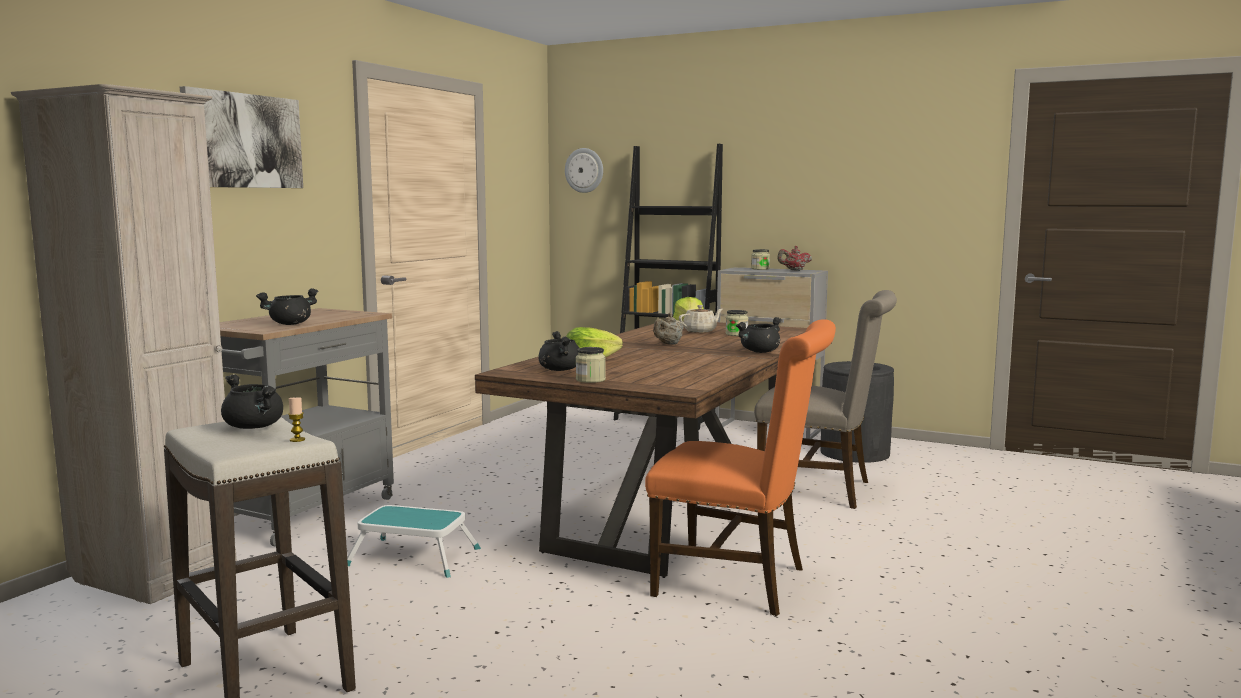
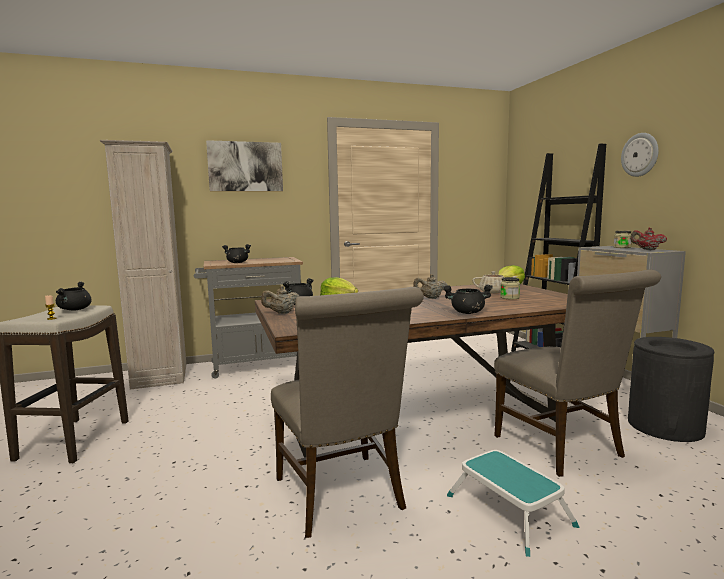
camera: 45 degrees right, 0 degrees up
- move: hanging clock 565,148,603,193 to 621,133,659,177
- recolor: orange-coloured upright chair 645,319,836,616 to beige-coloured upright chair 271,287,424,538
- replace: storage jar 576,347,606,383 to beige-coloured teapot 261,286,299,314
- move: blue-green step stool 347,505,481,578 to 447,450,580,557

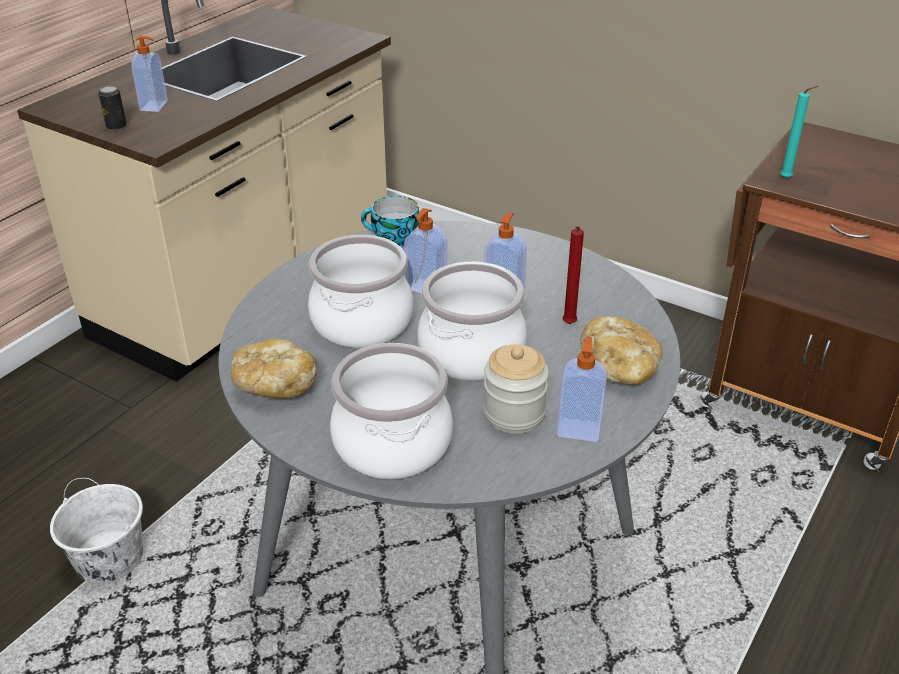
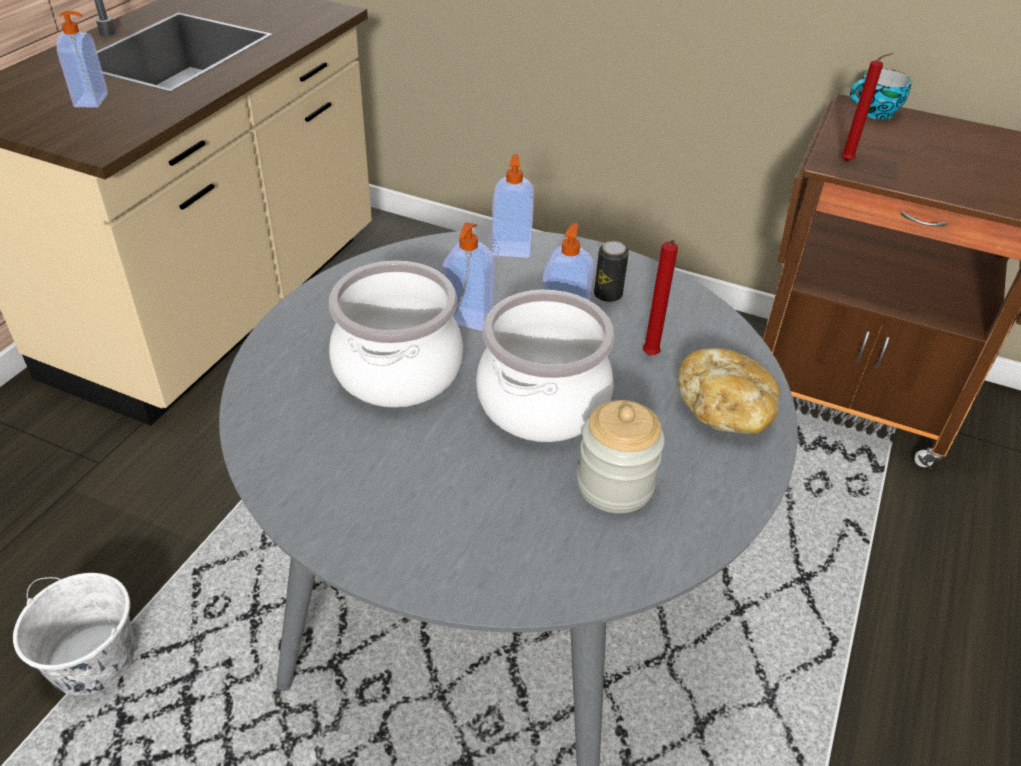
camera: 10 degrees left, 5 degrees up
- move: metal can 98,86,127,130 to 594,241,629,302
- recolor: blue-green candle 780,86,818,179 to red candle 841,53,894,161
- move: drinking cup 361,196,419,248 to 850,68,912,120
- move: liquid soap bottle 557,336,607,442 to 491,154,535,258
- delete: baked bread 231,339,317,399
- delete: saucepot 330,343,453,479

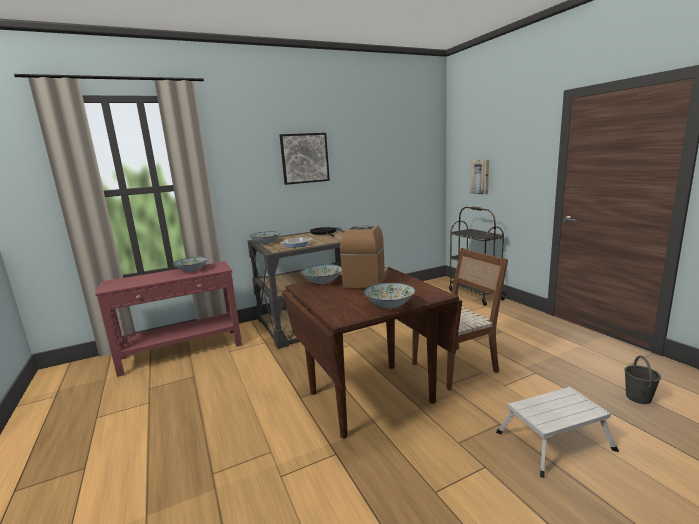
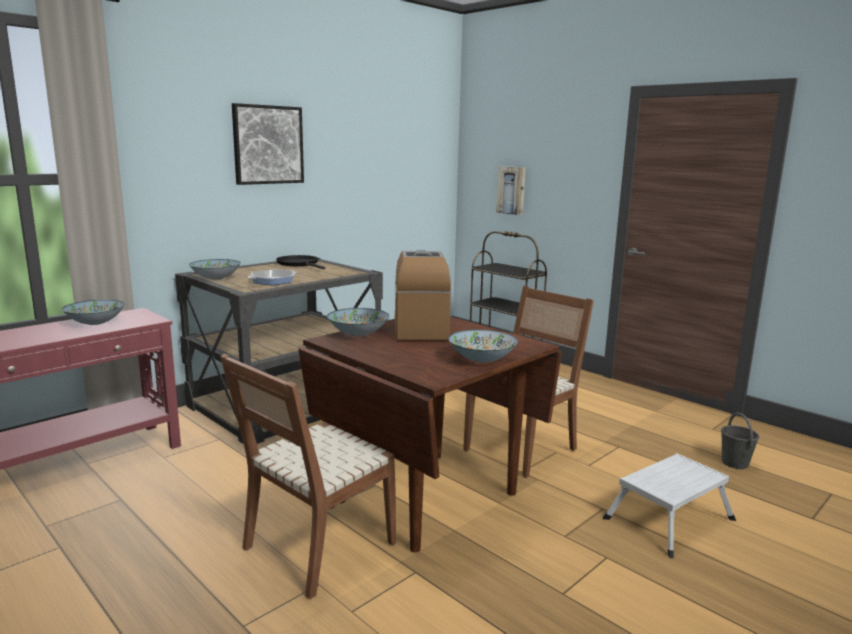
camera: 20 degrees left, 0 degrees up
- insert: upright chair 220,354,396,599

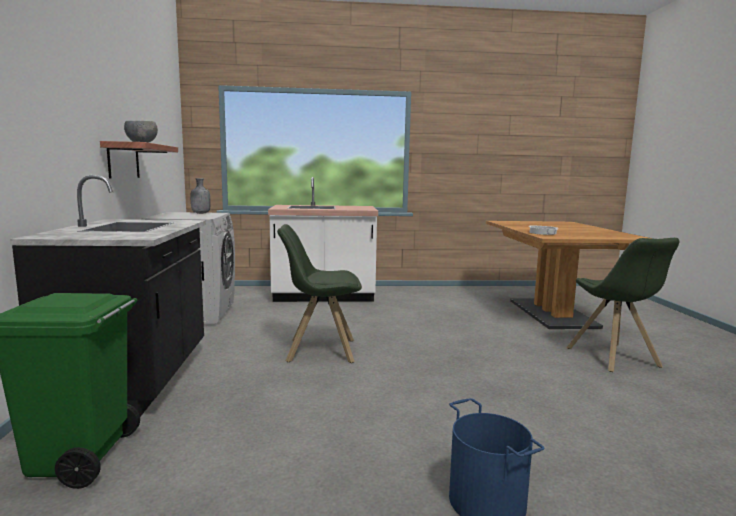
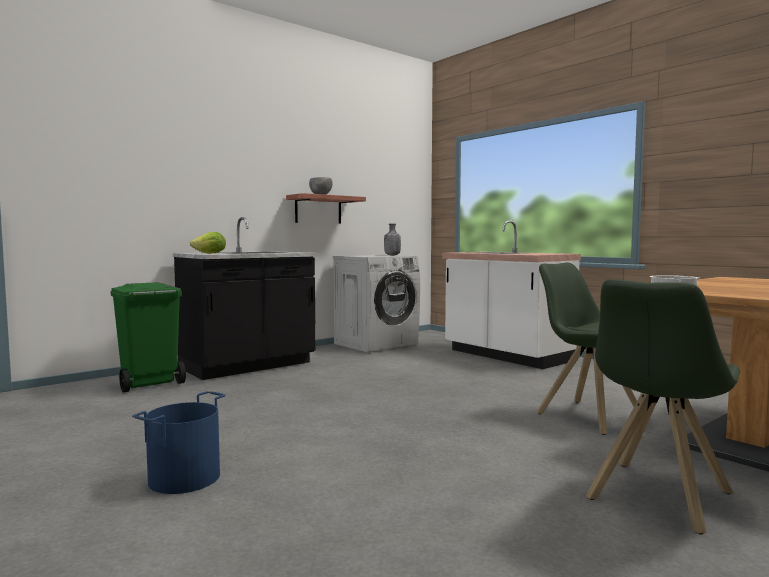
camera: 55 degrees right, 5 degrees down
- move: green upright chair 277,224,362,363 to 536,263,637,435
- insert: lettuce 190,232,226,254

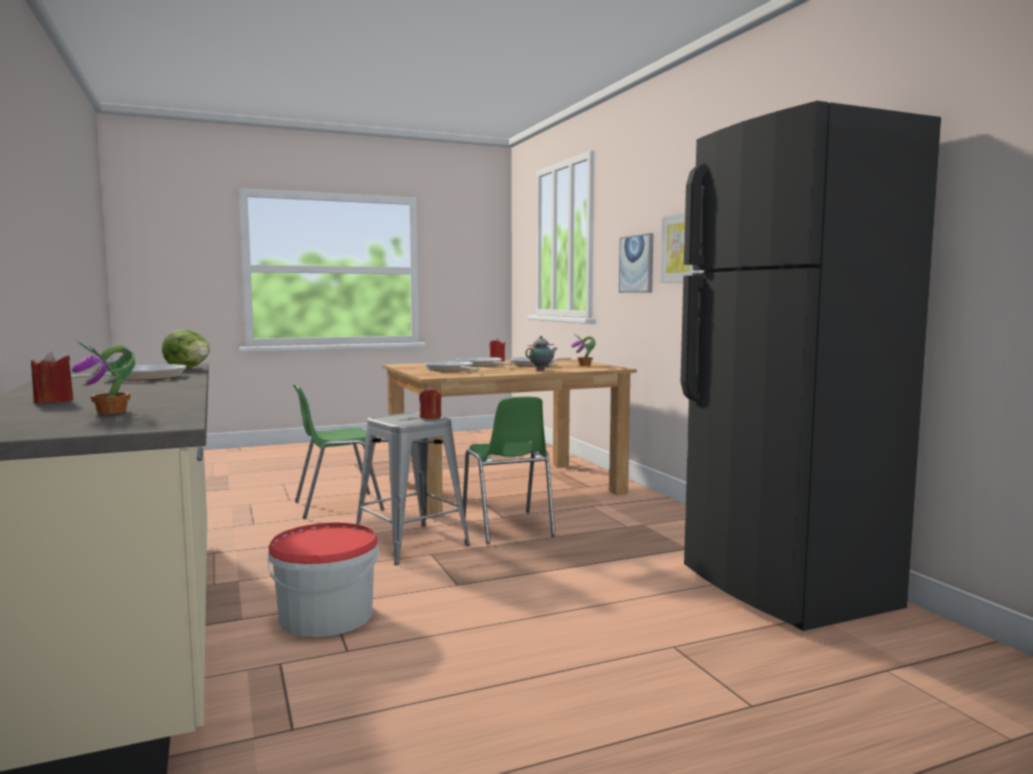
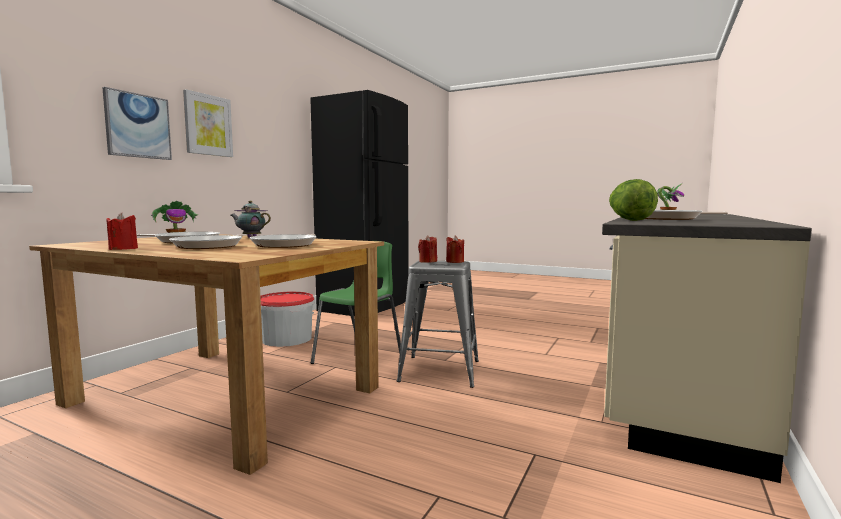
camera: 130 degrees left, 0 degrees up
- move: red candle 31,351,74,403 to 446,235,464,263
- delete: green upright chair 293,383,384,519
- move: bucket 267,522,379,637 to 260,292,315,347

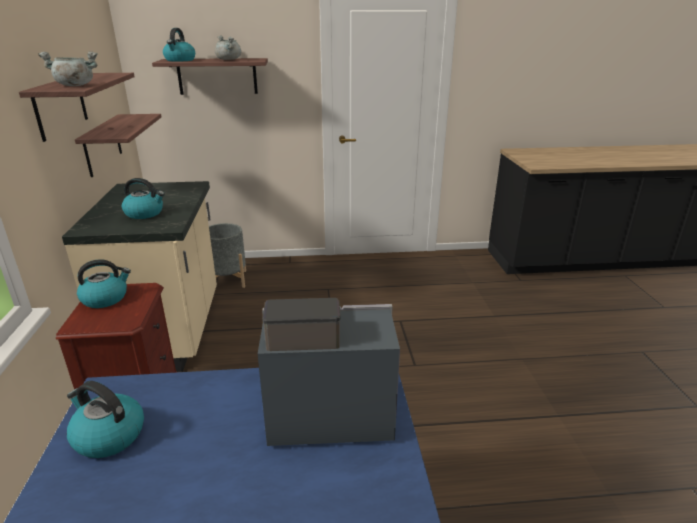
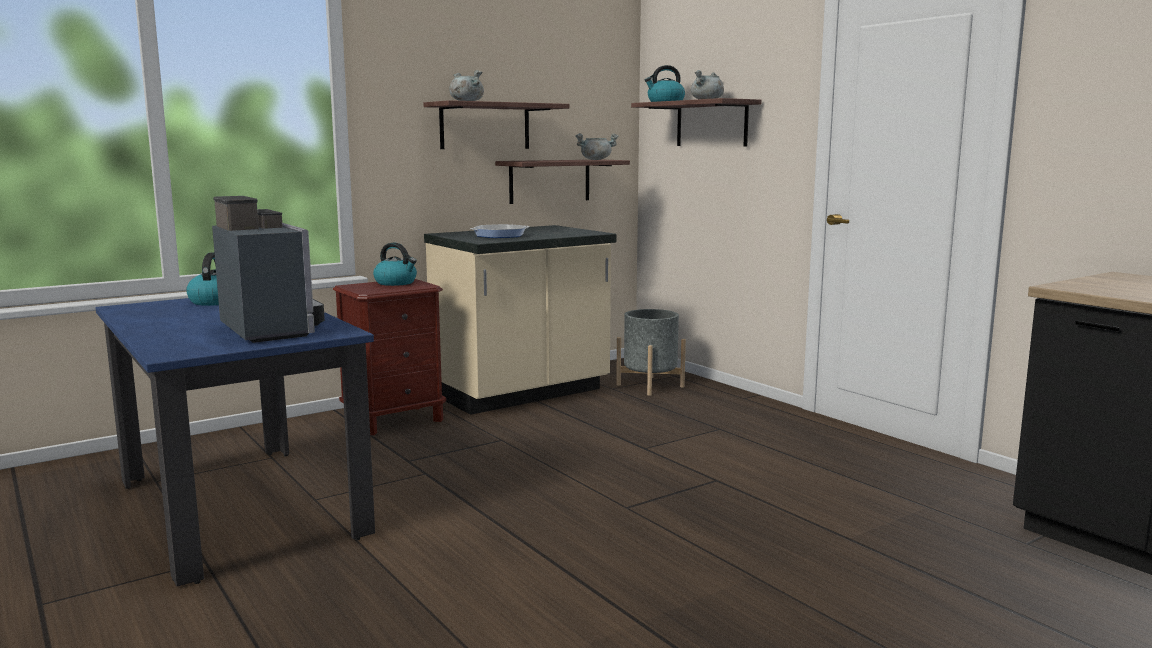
camera: 60 degrees right, 15 degrees down
- replace: tea kettle 122,178,165,219 to skillet 470,224,529,238
- insert: grey saucepot 575,133,619,160

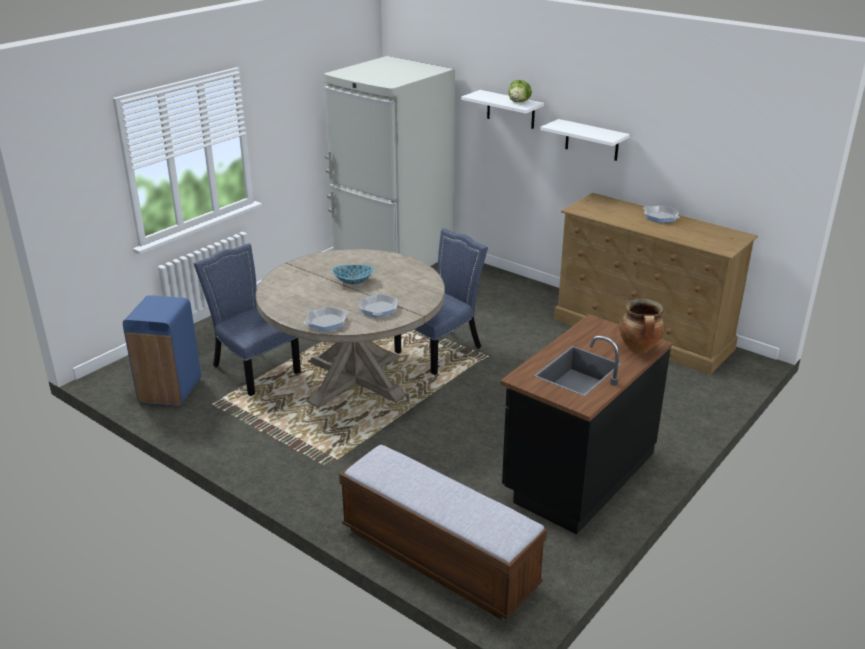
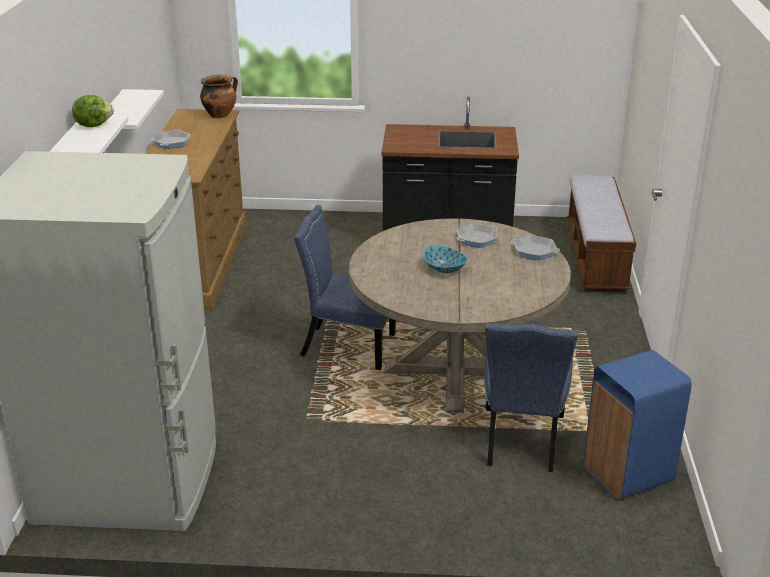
camera: 125 degrees left, 0 degrees up
- move: saucepot 619,299,665,353 to 200,74,238,118

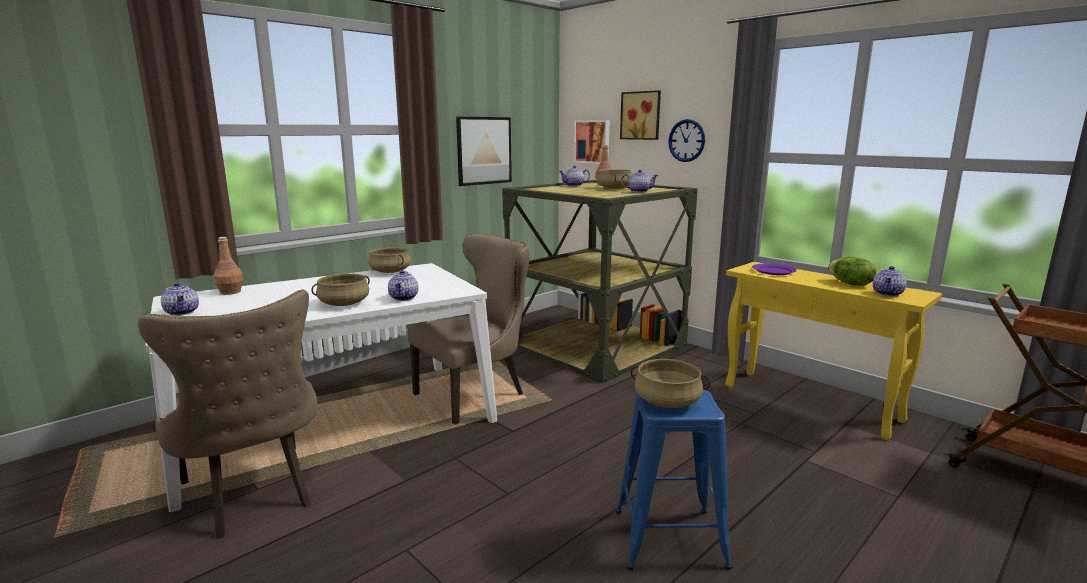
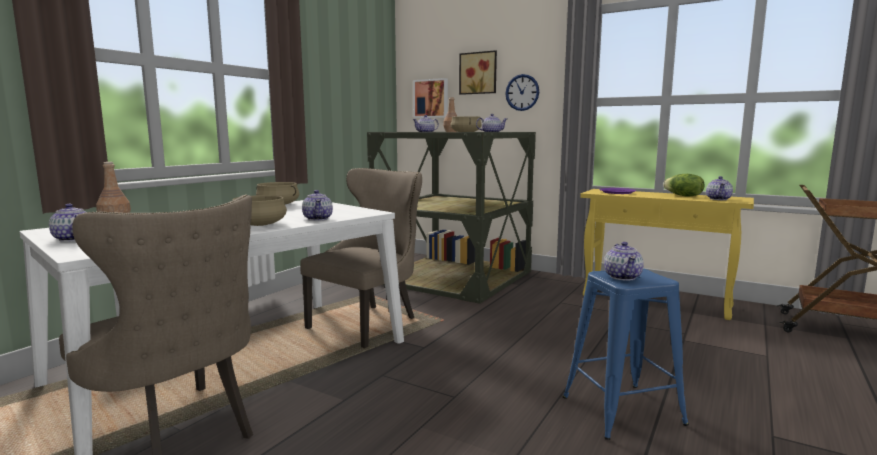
camera: 15 degrees left, 5 degrees down
- delete: wall art 456,117,512,186
- replace: beige-coloured saucepot 630,359,711,408 to teapot 604,242,644,281

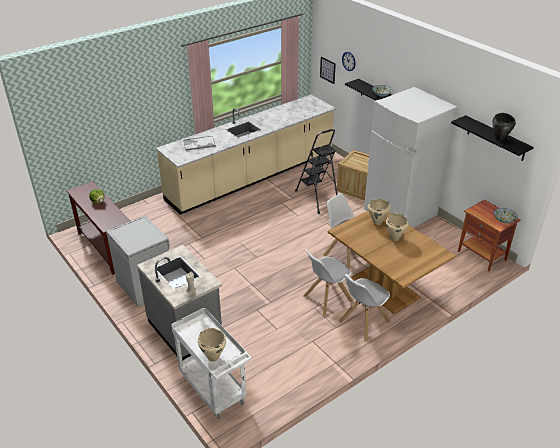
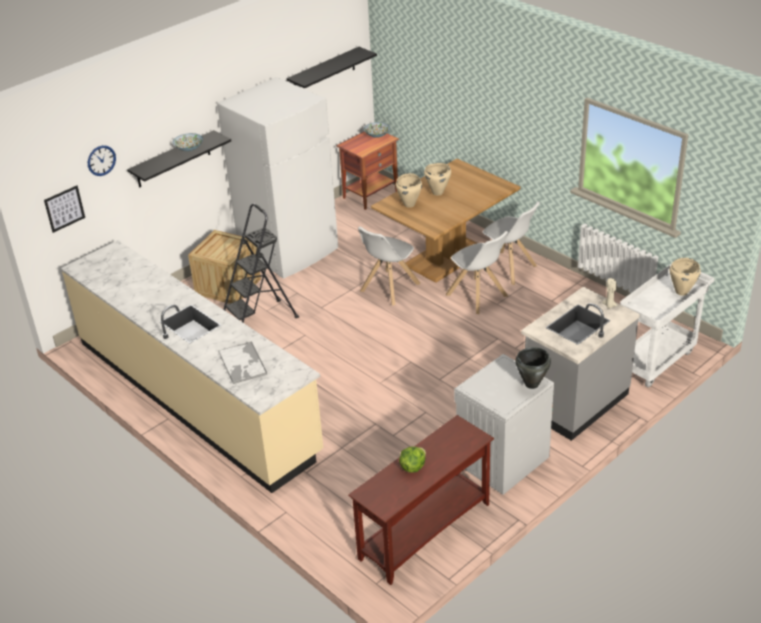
camera: 95 degrees left, 0 degrees up
- move: black saucepot 492,113,516,141 to 515,347,551,389

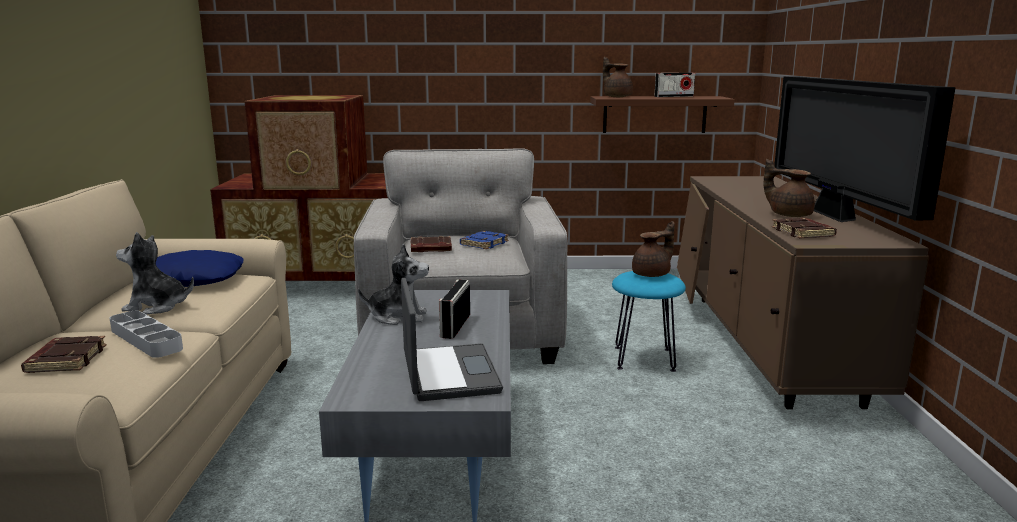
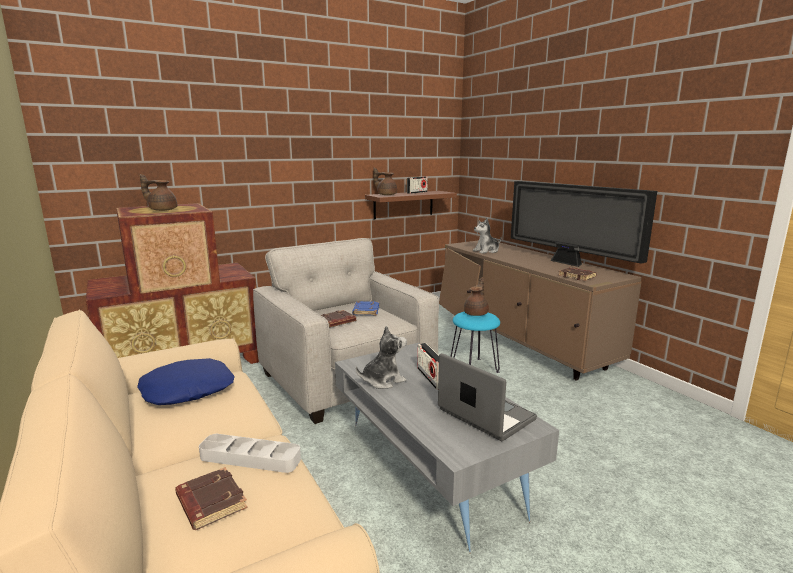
camera: 30 degrees left, 0 degrees up
- move: brownish teapot 764,159,815,217 to 140,174,177,211
- move: plush toy 116,232,194,314 to 473,218,501,253

